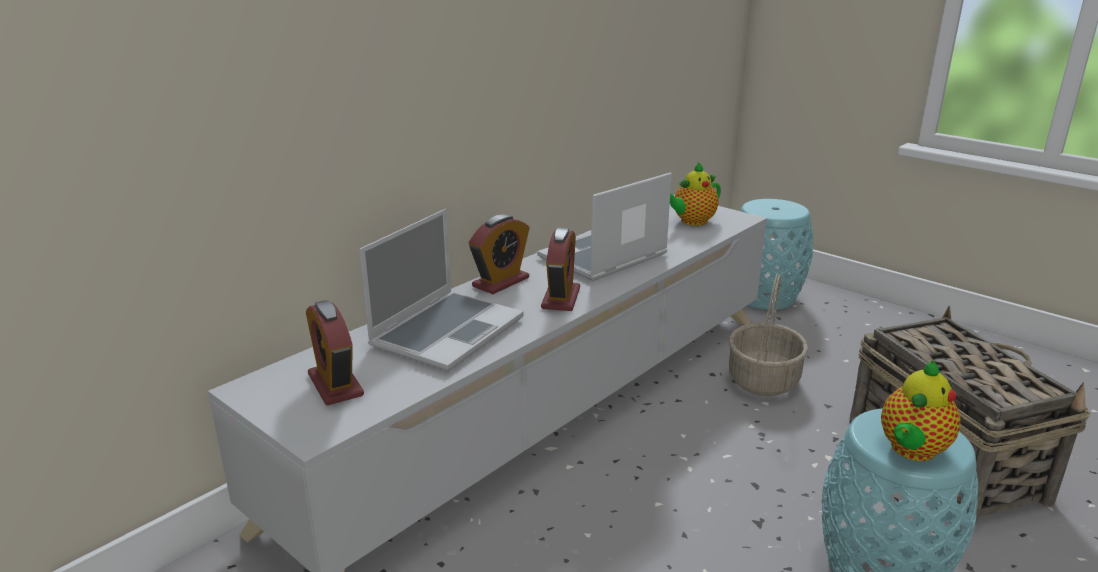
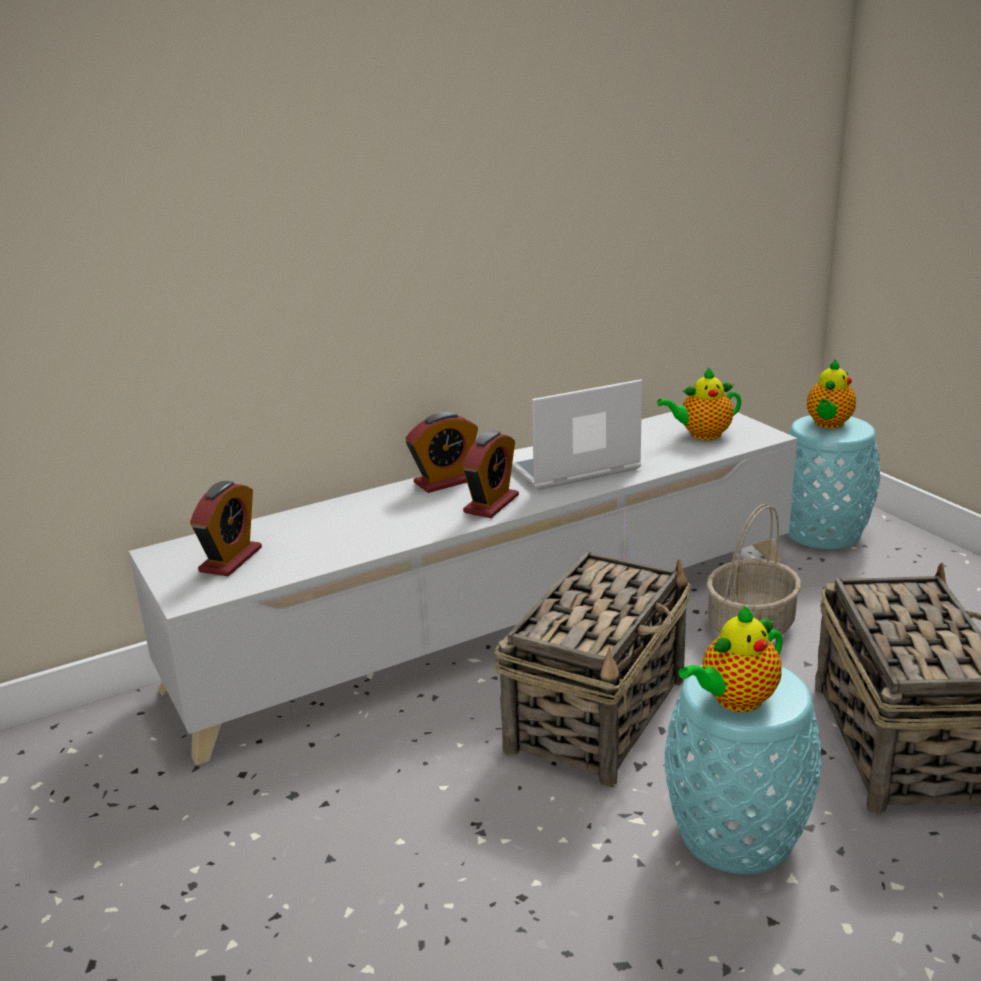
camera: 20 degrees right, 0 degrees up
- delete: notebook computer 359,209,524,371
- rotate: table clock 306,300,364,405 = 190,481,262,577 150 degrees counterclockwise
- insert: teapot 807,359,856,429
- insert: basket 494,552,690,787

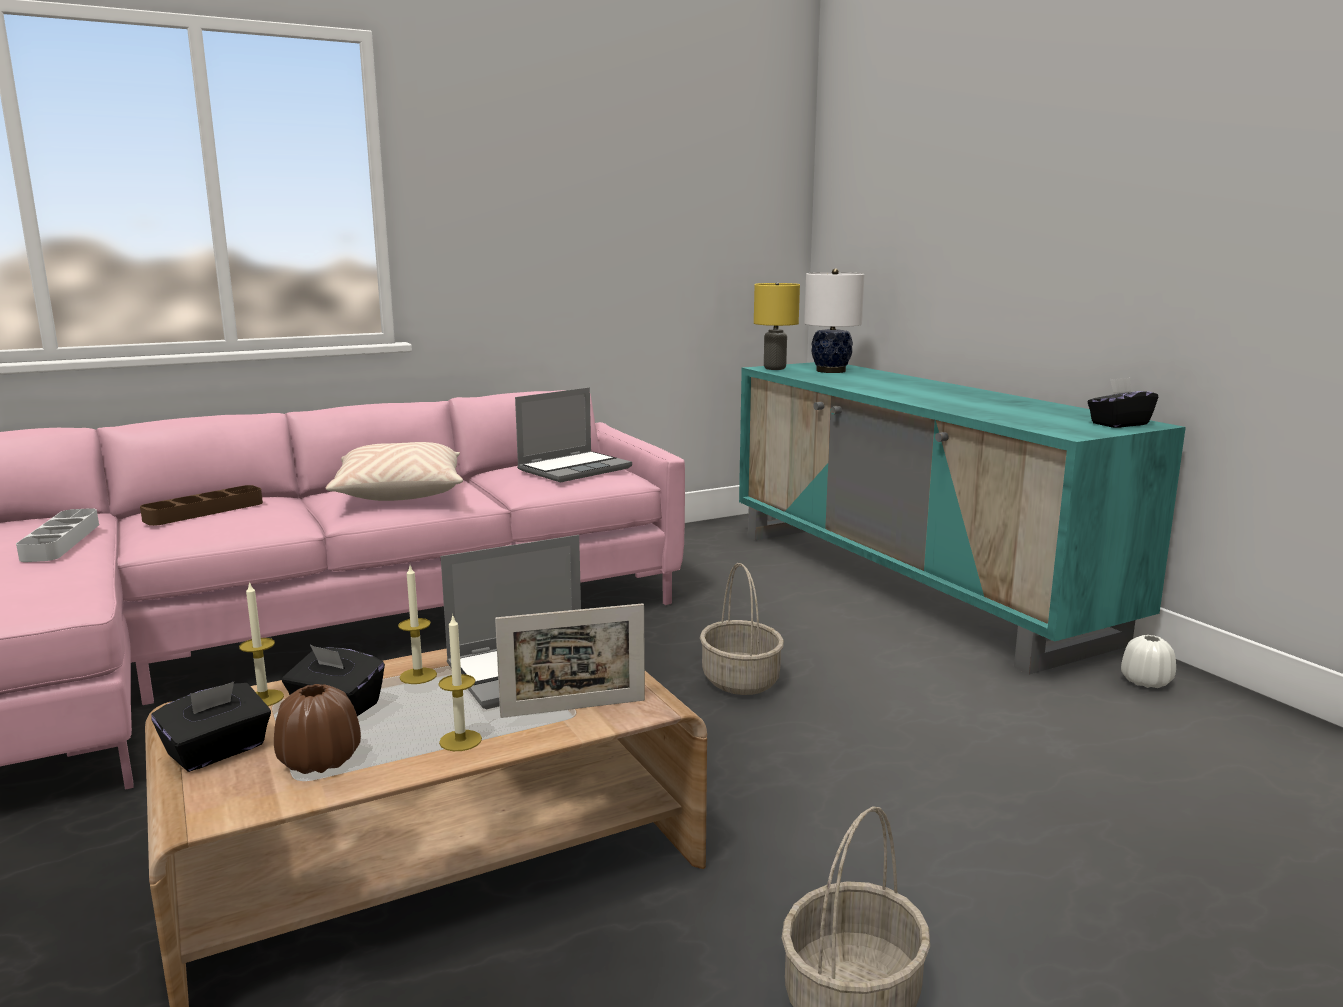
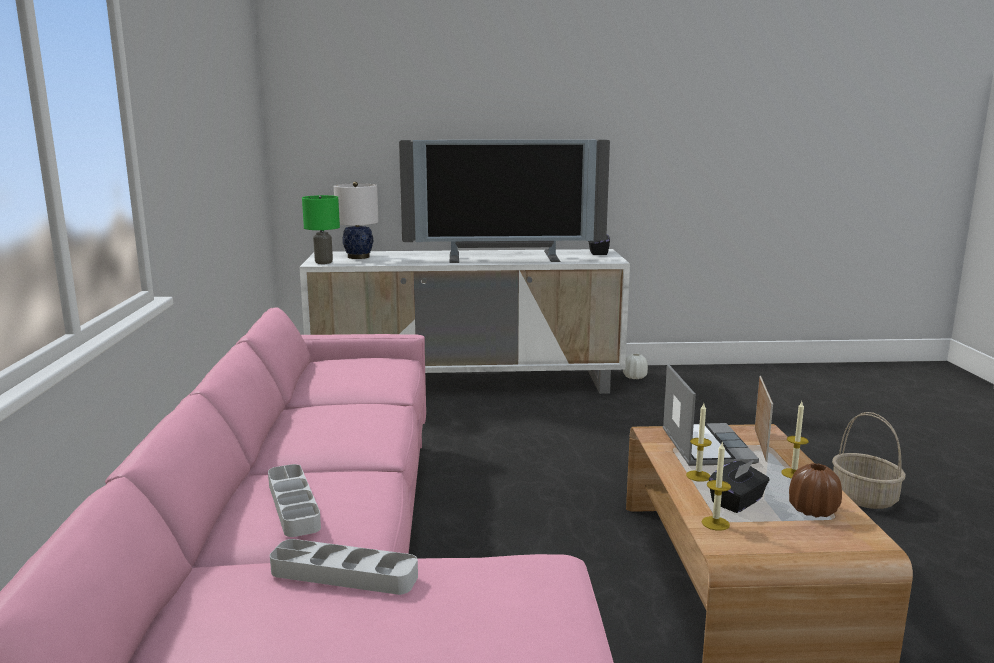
camera: 65 degrees left, 0 degrees up
- recolor: yellowish table lamp 754,282,800,370 to green table lamp 302,195,340,264
- recolor: blue-green tv stand 739,362,1186,675 to white-coloured tv stand 300,249,630,394
- delete: notebook computer 515,387,632,483
- delete: beige-coloured pillow 325,442,463,501
- recolor: brownish tray 140,485,263,526 to grey tray 268,464,321,537
- delete: basket 700,563,784,695
- delete: black box of tissues 151,682,271,772
- insert: TV 399,140,610,263

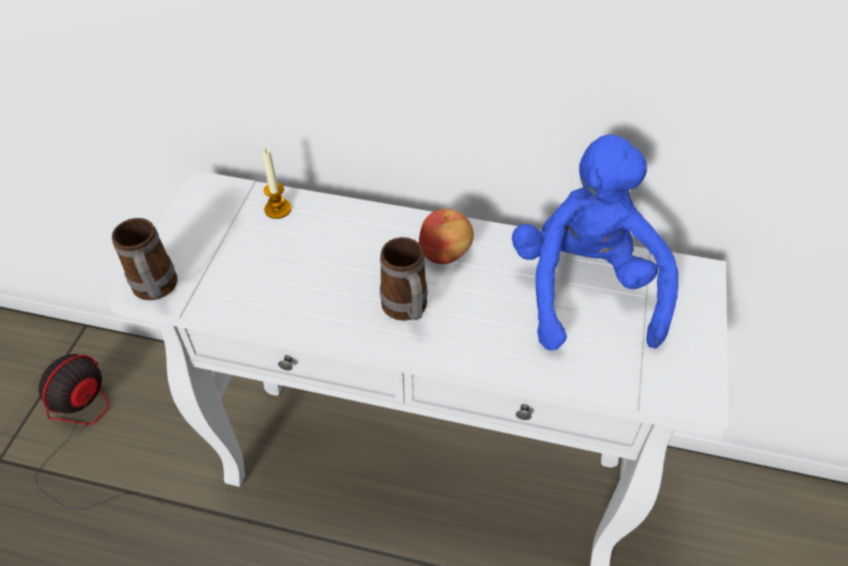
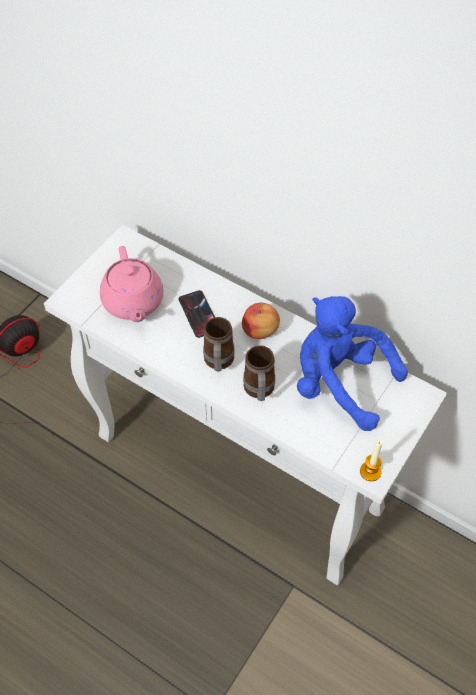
camera: 20 degrees right, 5 degrees up
- rotate: blue-coloured plush toy 512,134,678,350 = 297,296,408,431 75 degrees counterclockwise
- move: candle 262,148,291,219 to 360,440,382,481
- move: tea mug 112,218,178,300 to 243,345,275,401
- insert: pinkish teapot 100,246,163,322
- insert: phone 179,290,215,338

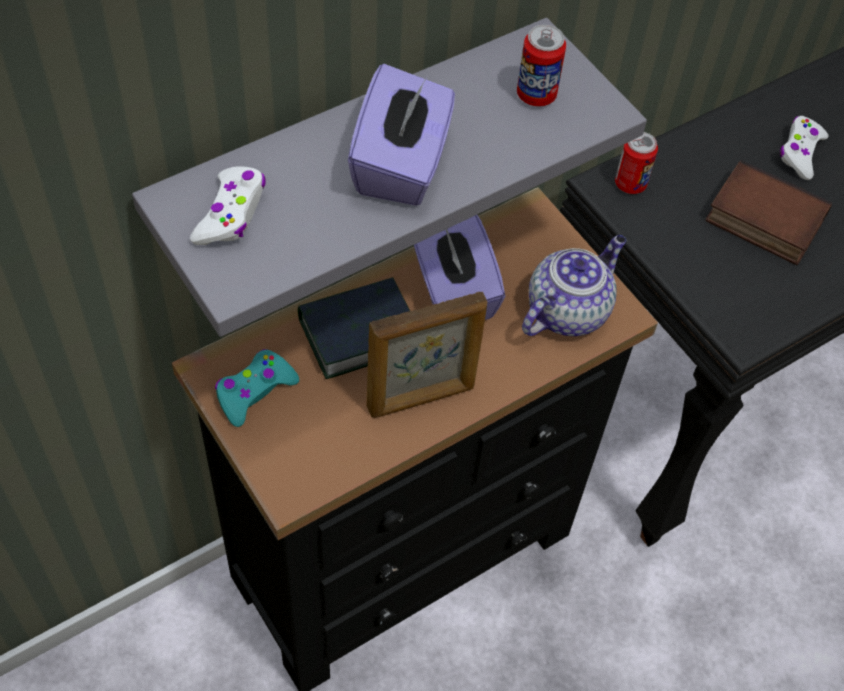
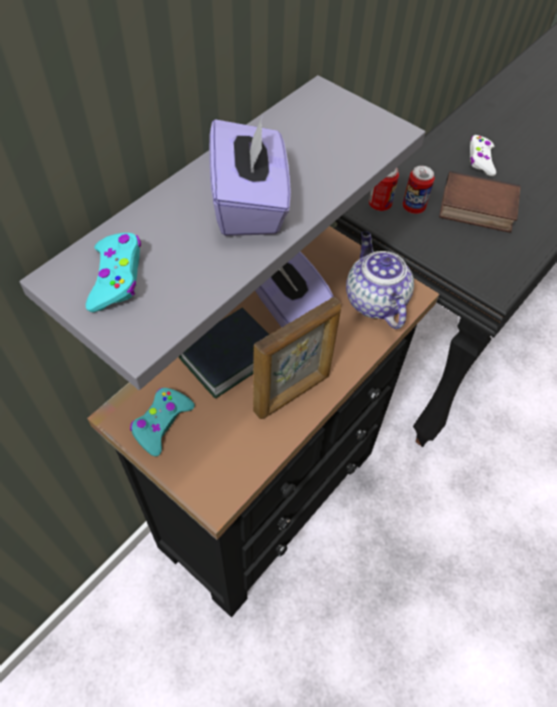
camera: 15 degrees left, 0 degrees up
- move: metal can 517,25,566,107 to 403,166,435,214
- recolor: white-coloured gamepad 190,166,266,245 to blue-green gamepad 86,233,141,312
- rotate: teapot 522,235,626,336 = 346,231,414,329 45 degrees counterclockwise

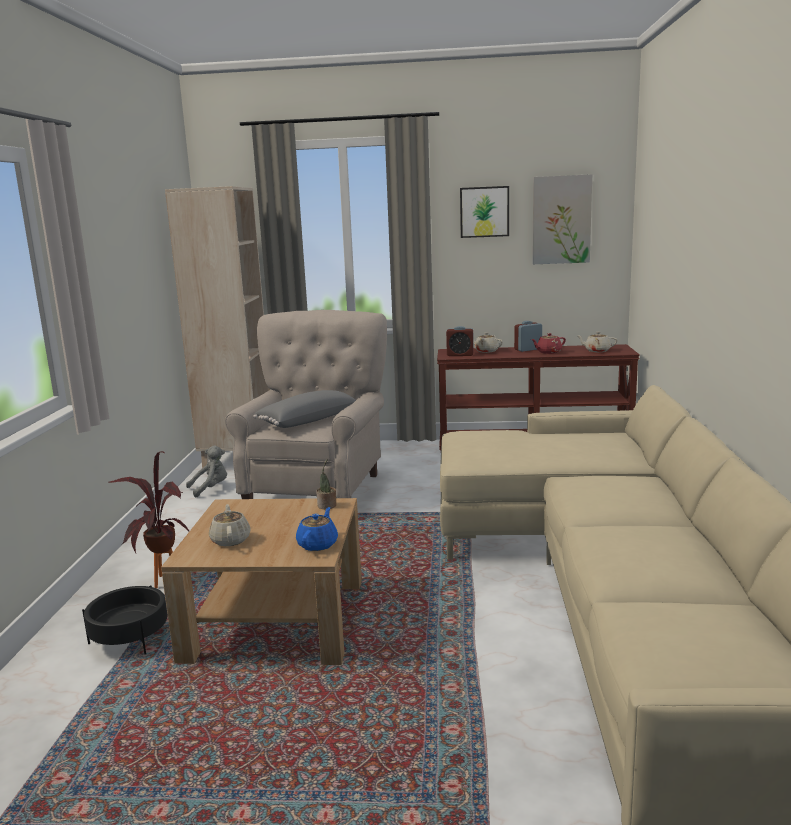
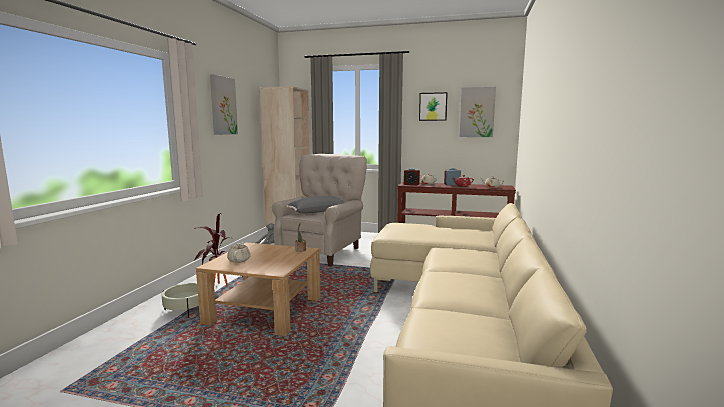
camera: 10 degrees right, 5 degrees down
- delete: blue-coloured teapot 296,507,338,551
- recolor: black plant pot 82,585,167,654 to beige-coloured plant pot 161,283,199,318
- insert: wall art 210,74,238,135

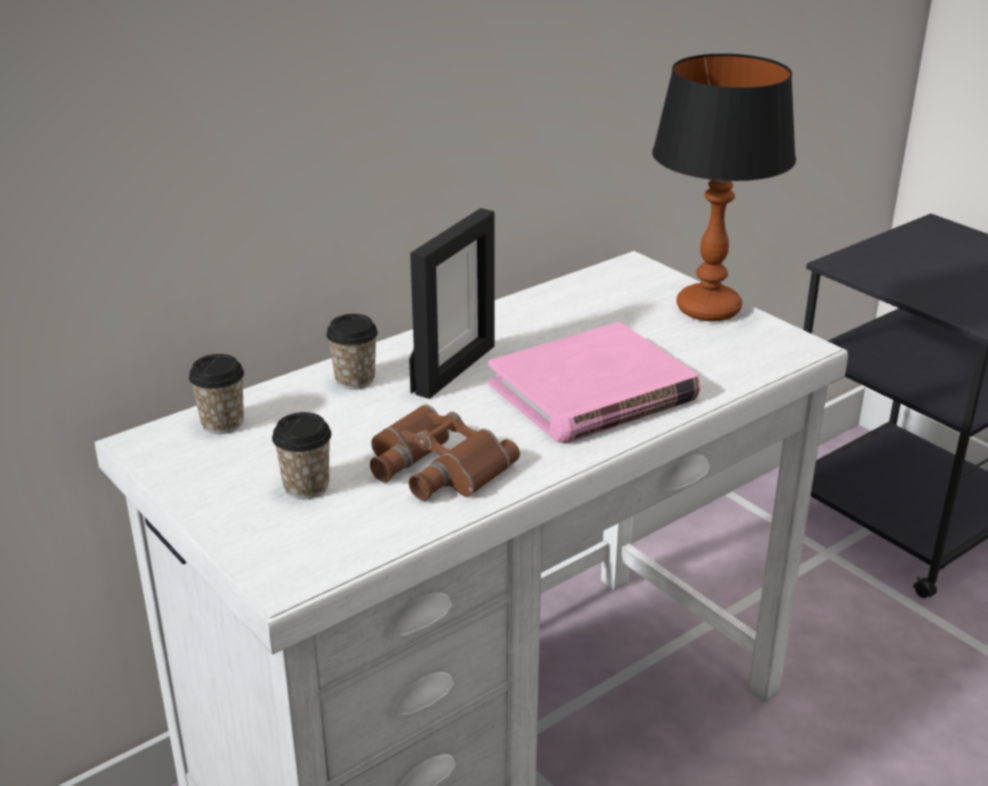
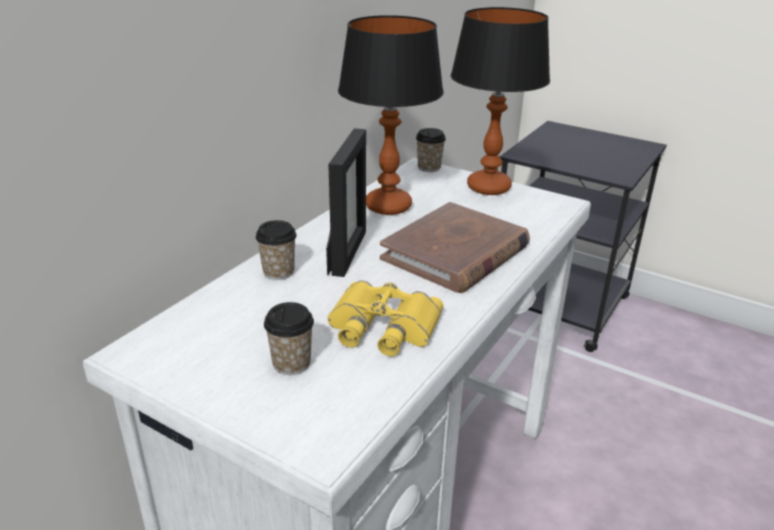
camera: 20 degrees left, 0 degrees up
- recolor: pinkish volume 489,322,700,444 to brownish volume 380,202,530,293
- move: drinking cup 189,354,244,434 to 416,128,446,172
- recolor: brownish pair of binoculars 370,404,520,501 to yellowish pair of binoculars 327,281,443,356
- insert: table lamp 338,15,444,215

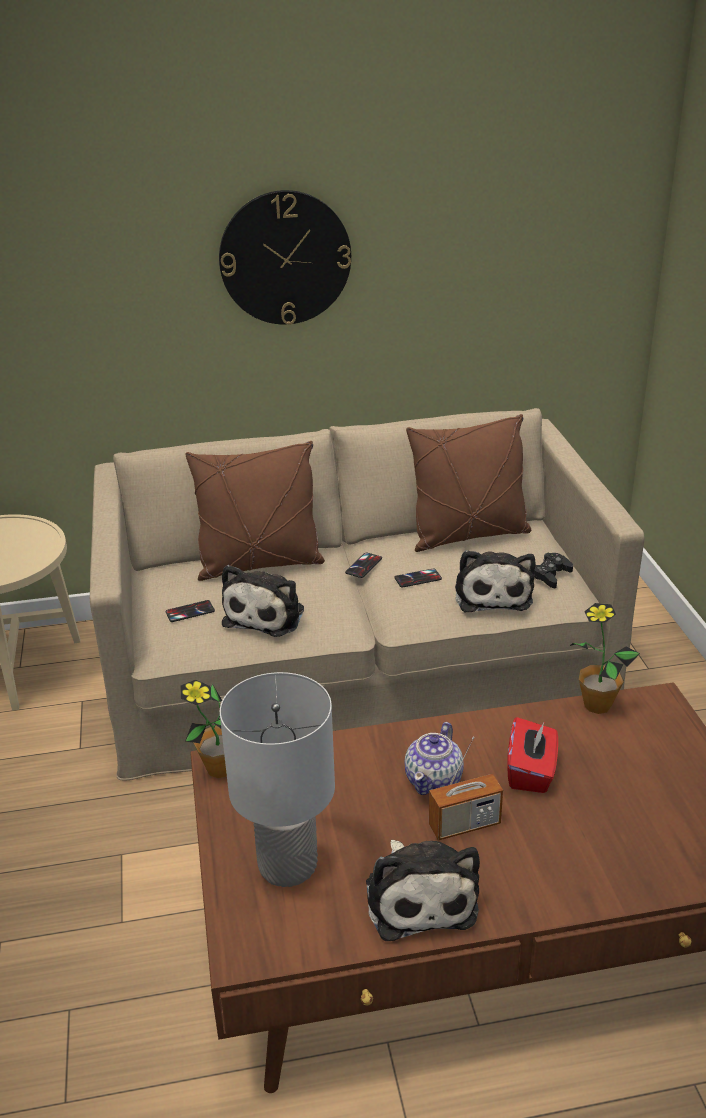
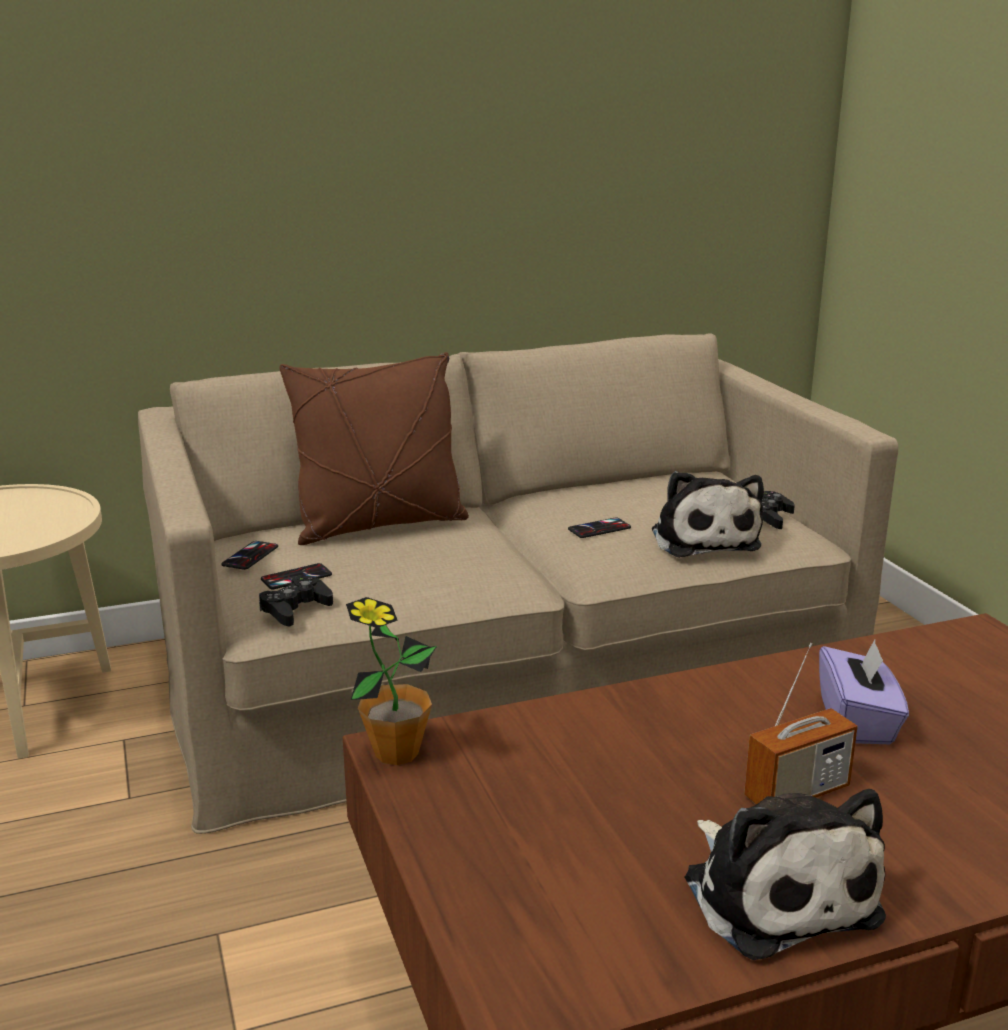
camera: 10 degrees left, 10 degrees down
- delete: hanging clock 219,190,351,325
- delete: brownish pillow 406,414,531,552
- move: phone 345,552,382,578 to 221,541,278,570
- delete: plush toy 222,565,304,637
- delete: potted plant 570,603,640,714
- delete: grey table lamp 220,672,335,887
- recolor: red box of tissues 507,717,558,793 to purple box of tissues 819,640,909,744
- delete: teapot 405,722,464,795
- insert: black gamepad 259,576,333,626

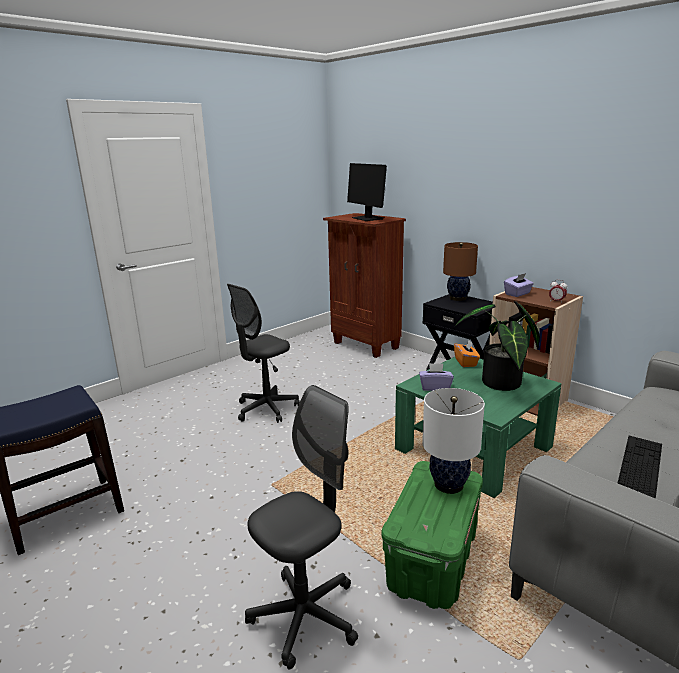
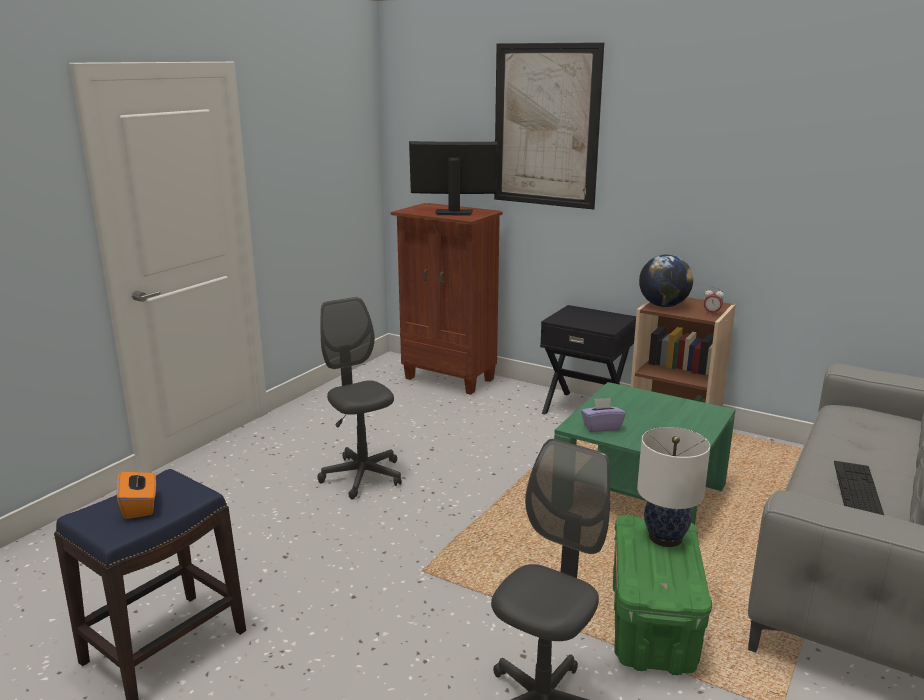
camera: 15 degrees left, 0 degrees up
- rotate: computer display 347,163,387,221 = 409,141,498,216 135 degrees clockwise
- delete: brownish table lamp 443,242,478,301
- replace: purple box of tissues 504,273,534,297 to globe 639,254,693,307
- rotate: grey desk chair 227,284,300,423 = 317,297,402,500 120 degrees clockwise
- delete: potted plant 455,301,540,391
- move: orange-coloured box of tissues 454,340,480,367 to 117,467,156,519
- insert: wall art 494,42,604,210

